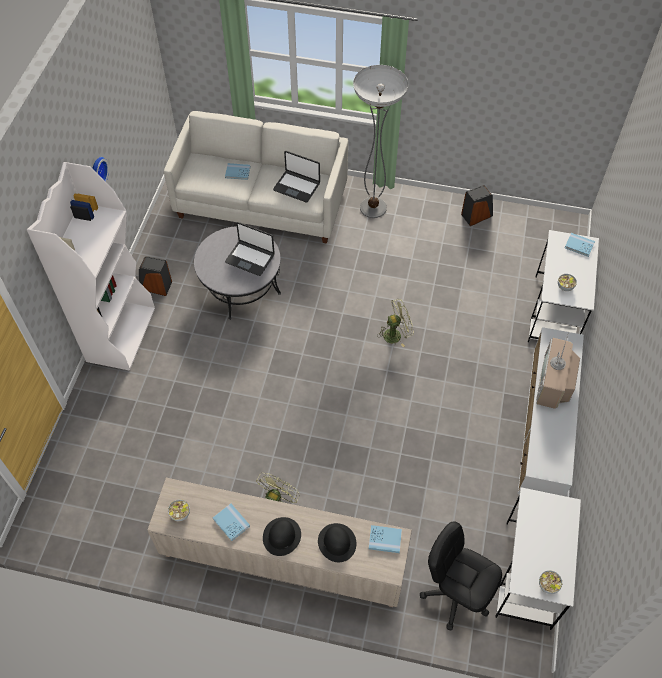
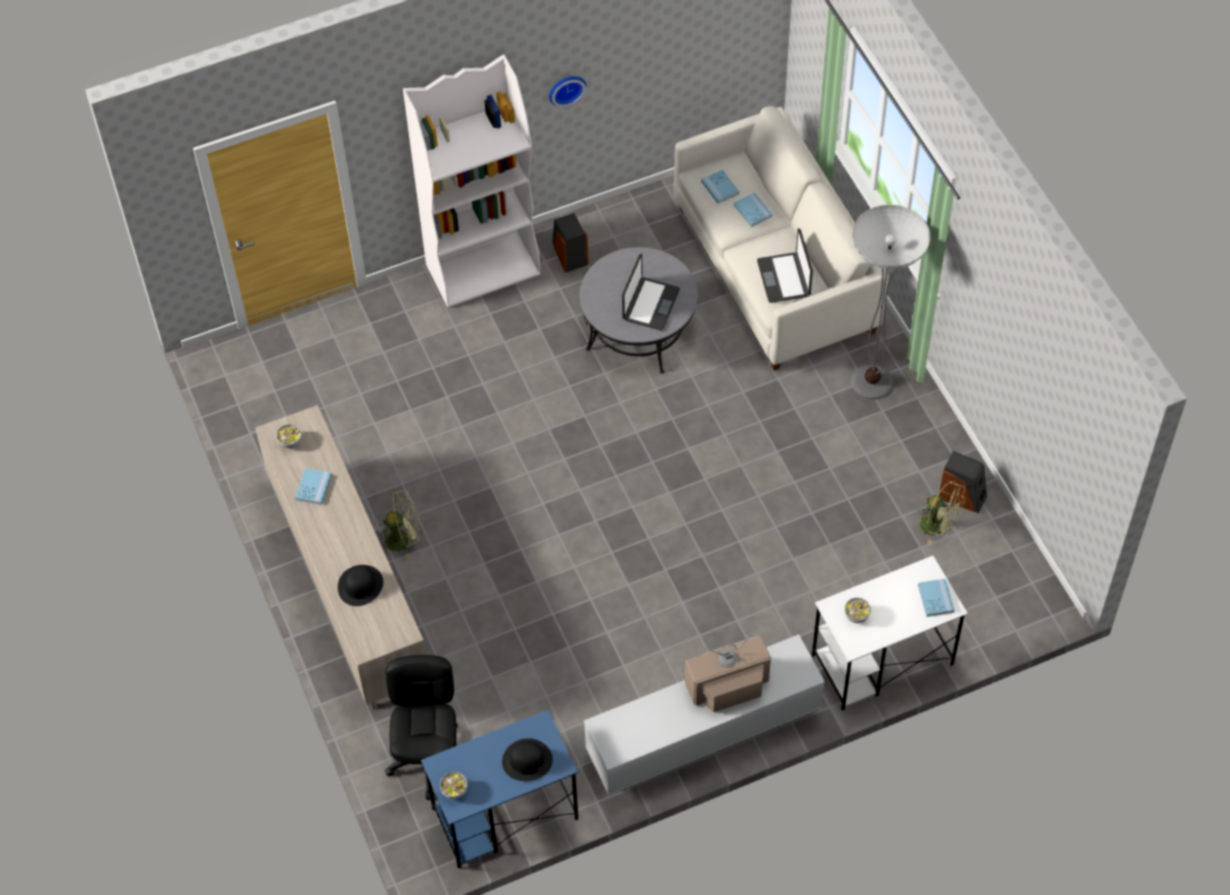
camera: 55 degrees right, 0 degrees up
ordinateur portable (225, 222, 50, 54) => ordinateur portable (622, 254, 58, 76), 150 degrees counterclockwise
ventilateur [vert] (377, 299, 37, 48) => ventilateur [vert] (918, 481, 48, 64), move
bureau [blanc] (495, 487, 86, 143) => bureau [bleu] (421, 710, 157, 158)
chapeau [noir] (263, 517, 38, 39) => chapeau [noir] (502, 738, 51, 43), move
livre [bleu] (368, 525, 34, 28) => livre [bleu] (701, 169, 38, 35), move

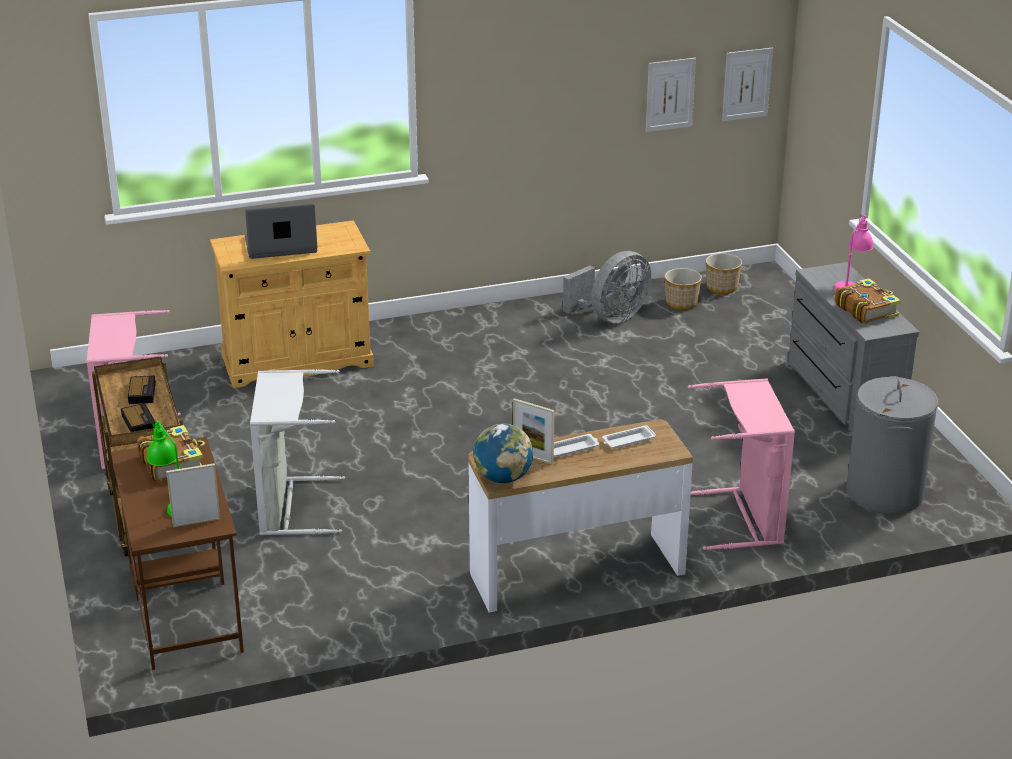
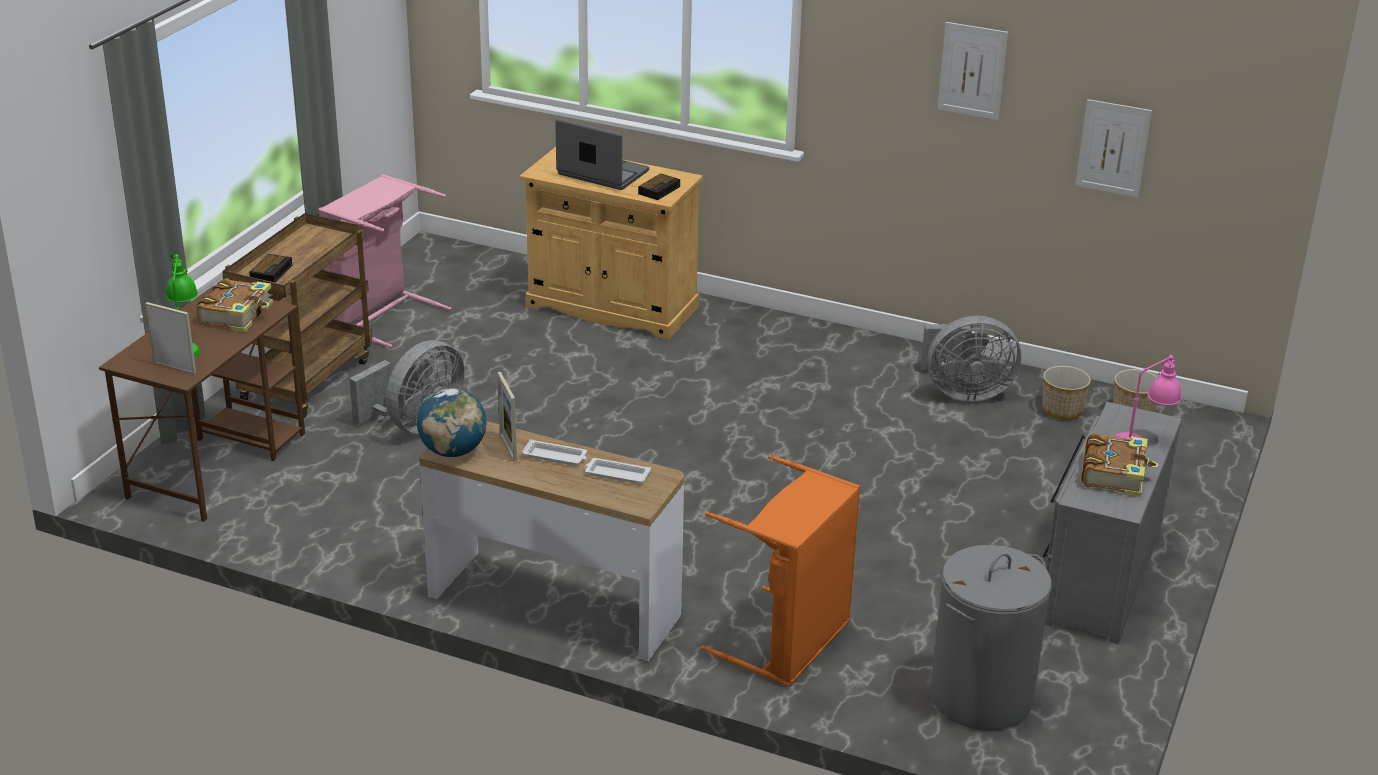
camera: 40 degrees right, 0 degrees up
tableau (722, 48, 51, 73) => tableau (938, 22, 70, 98), move
panier à linge [gris] (250, 369, 95, 166) => ventilateur [gris] (349, 340, 116, 94)
réveil (128, 375, 28, 29) => réveil (638, 173, 42, 27), move
panier à linge [rose] (688, 378, 107, 172) => panier à linge [orange] (701, 455, 160, 232)

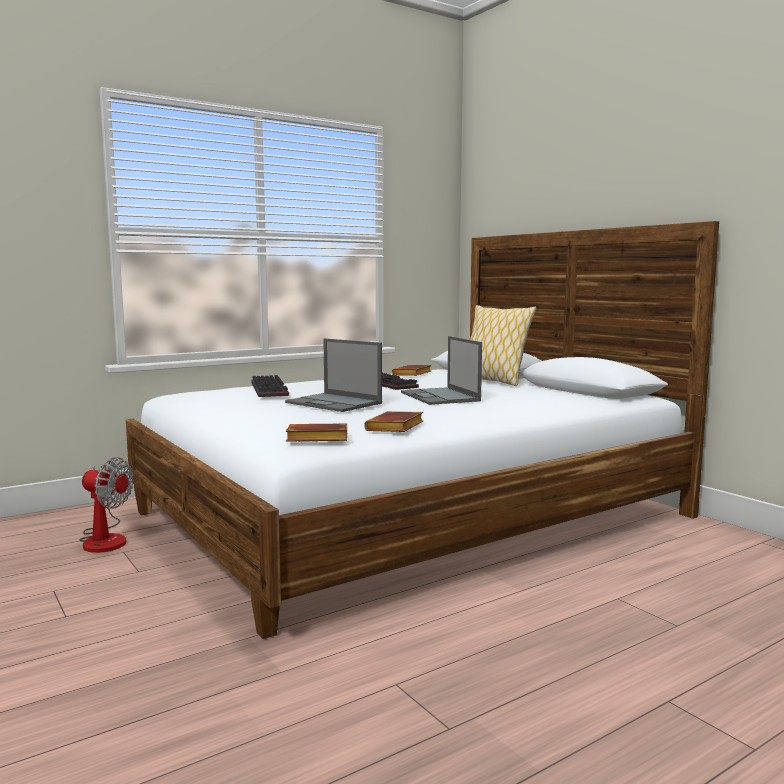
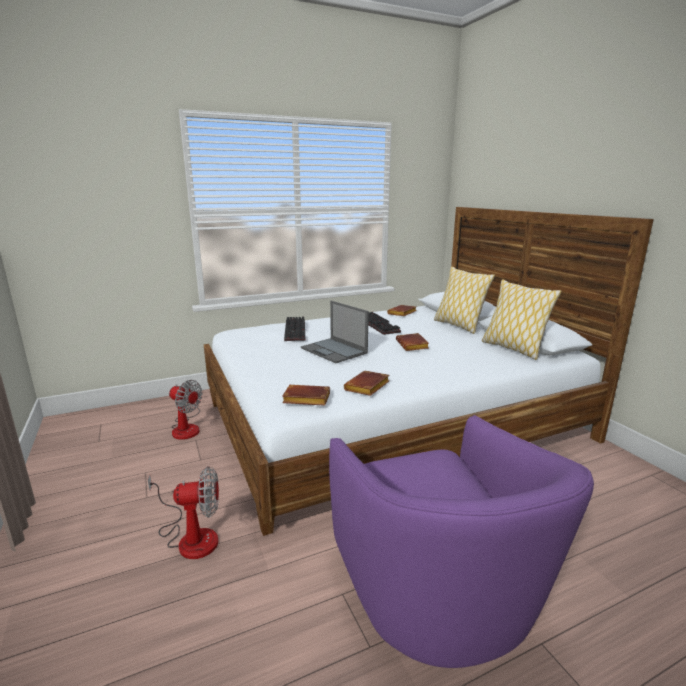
camera: 10 degrees right, 10 degrees up
ordinateur portable (401, 336, 81, 69) => livre [marron] (396, 333, 33, 18)
nothing => coussin (482, 279, 79, 81)
nothing => fauteuil [violet] (329, 415, 265, 253)
nothing => ventilateur (148, 466, 71, 93)

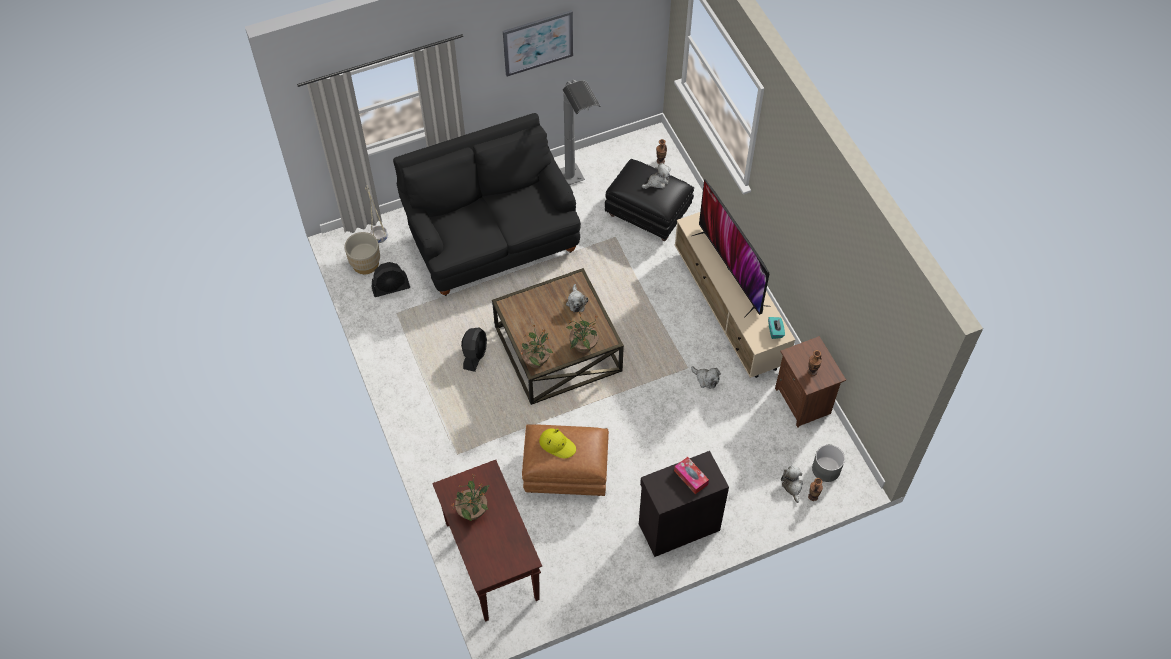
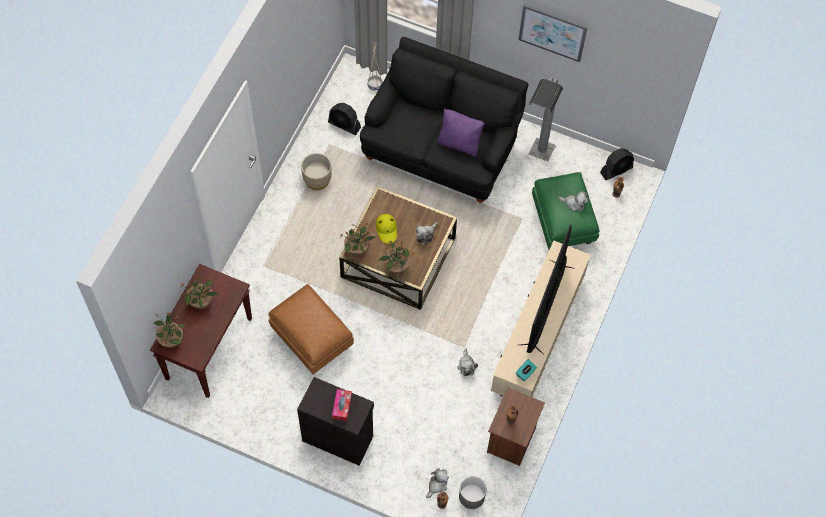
camera: 45 degrees right, 5 degrees up
pouf [noir] (605, 159, 89, 82) => pouf [vert] (532, 172, 67, 78)
cache-pot [beige] (345, 232, 35, 42) => cache-pot [beige] (301, 153, 31, 37), move
ventilateur [noir] (461, 327, 26, 45) => ventilateur [noir] (600, 148, 34, 32), move
chapeau [jaune] (539, 428, 37, 30) => chapeau [jaune] (376, 214, 21, 30), move
nothing => coussin [violet] (437, 109, 48, 48)
nothing => plante en pot (154, 312, 31, 36)

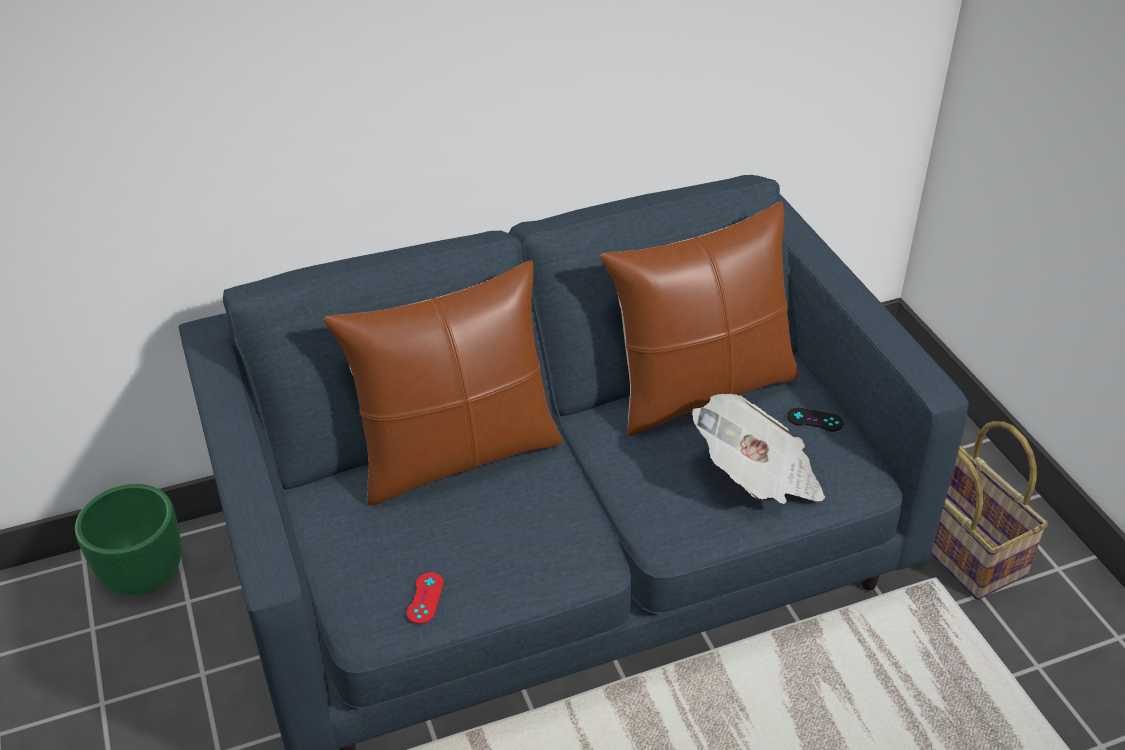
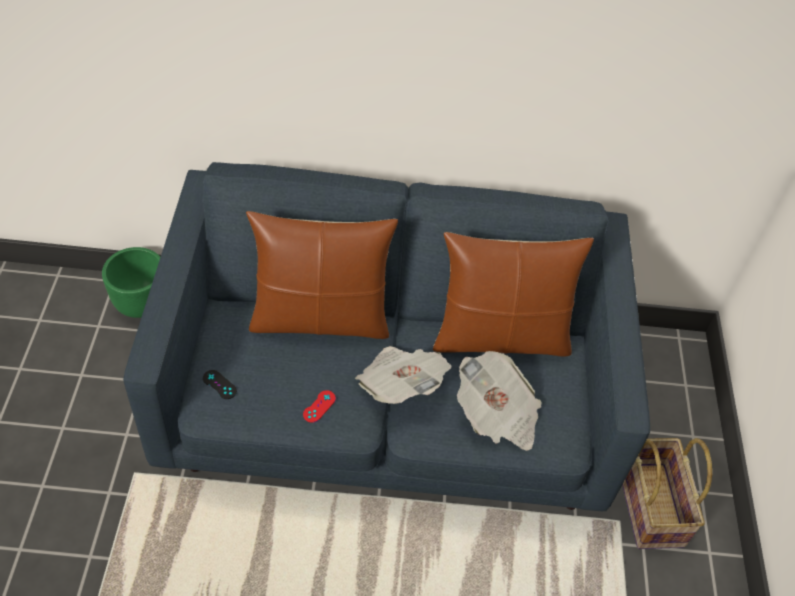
camera: 20 degrees right, 10 degrees up
manette [noir] (787, 408, 56, 23) => manette [noir] (203, 370, 34, 29), move
manette [rouge] (407, 572, 37, 52) => manette [rouge] (303, 390, 33, 33), move
nothing => journal (355, 346, 96, 58)

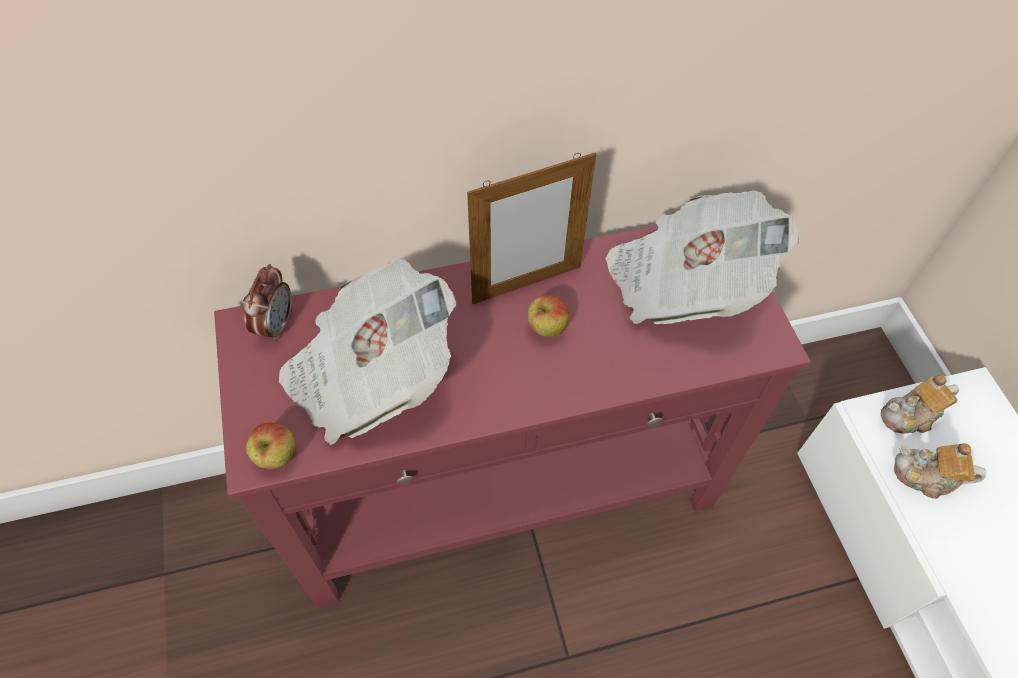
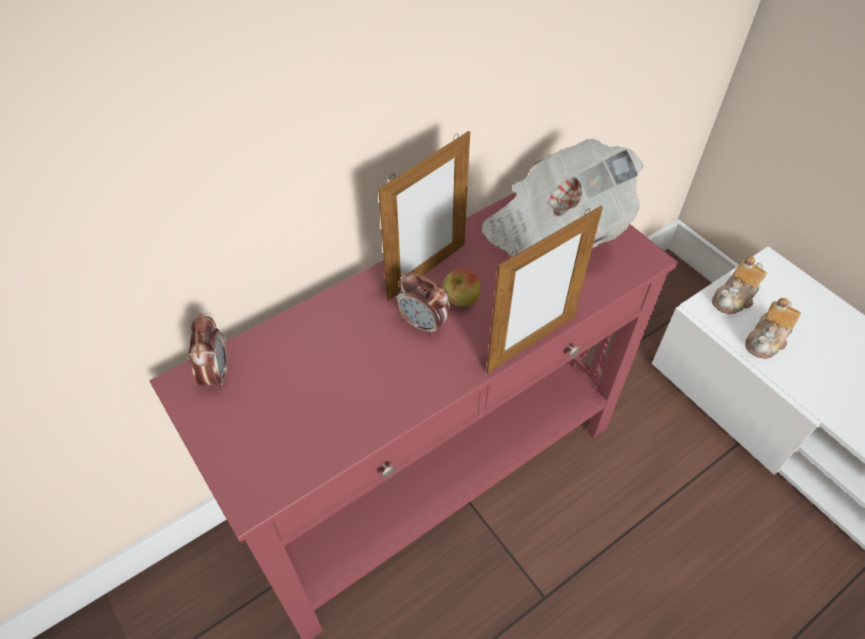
camera: 20 degrees left, 5 degrees down
journal (279, 259, 177, 186) => nothing
pomme (246, 422, 49, 47) => nothing
théière (894, 444, 92, 55) => théière (745, 298, 56, 61), 45 degrees counterclockwise
nothing => cadre photo (487, 206, 116, 167)
nothing => réveil (396, 272, 55, 64)

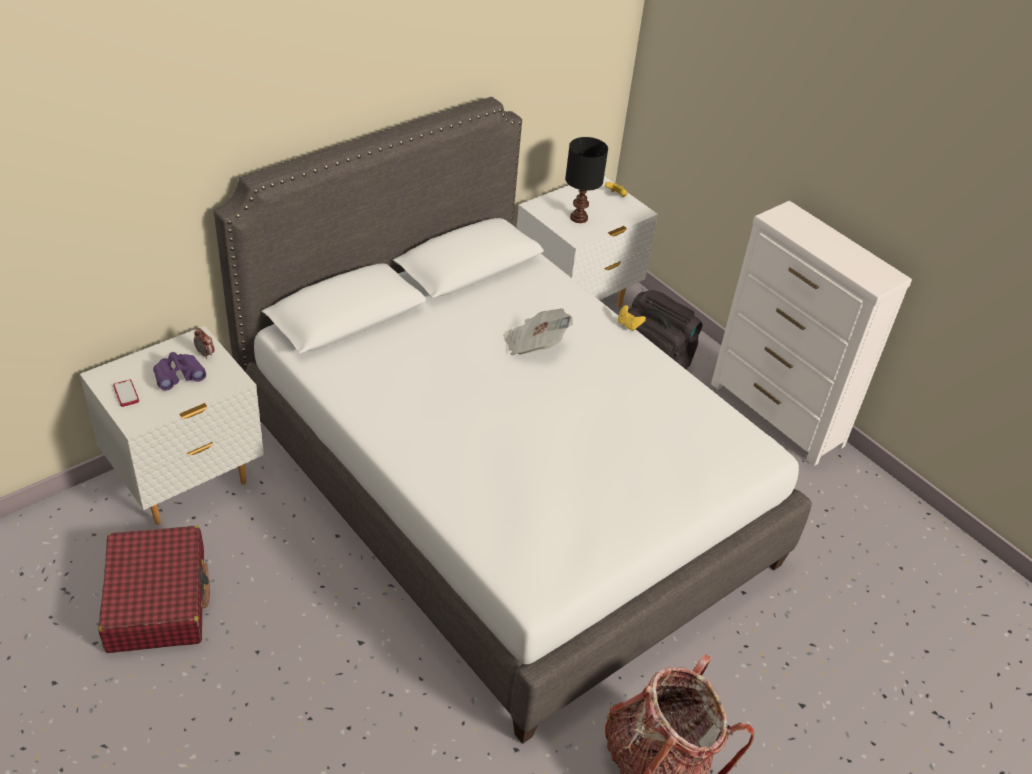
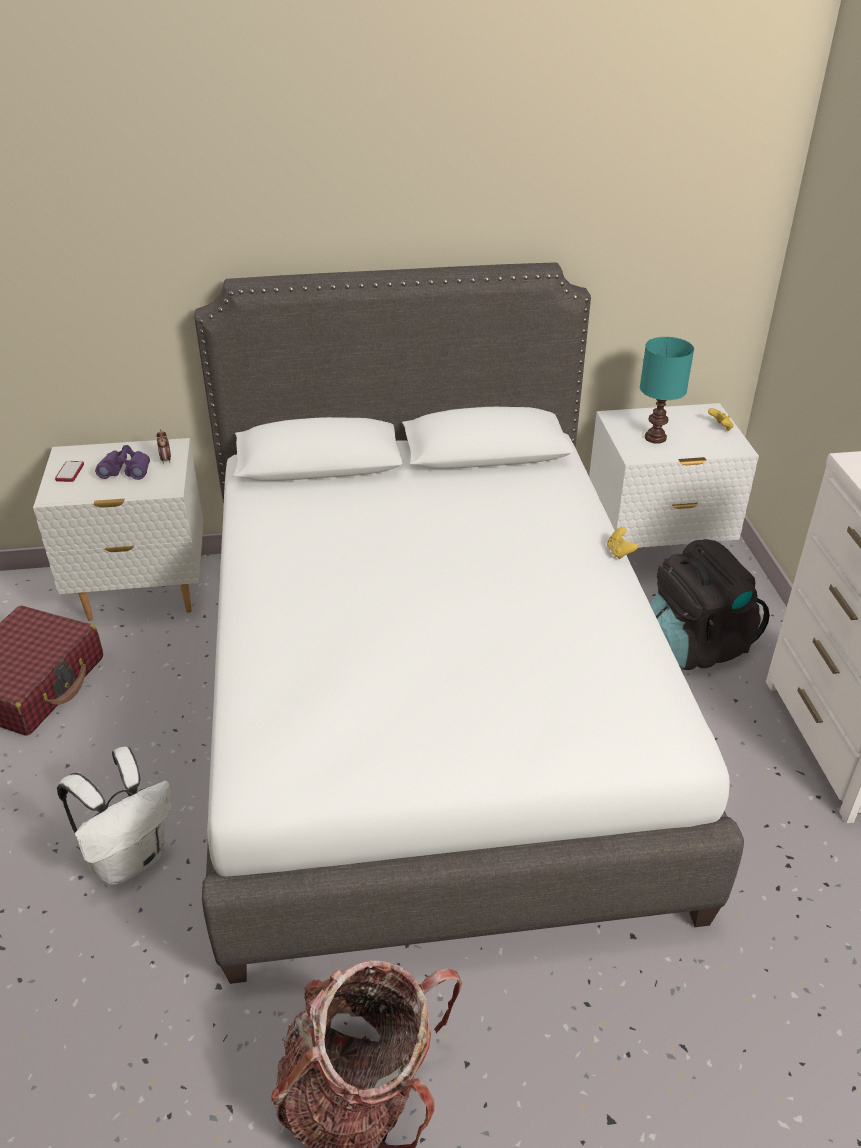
camera: 35 degrees right, 5 degrees down
lampe de table [noir] (565, 137, 43, 86) => lampe de table [turquoise] (640, 337, 54, 107)
journal (503, 308, 70, 48) => nothing
nothing => sac à dos [blanc] (57, 747, 115, 138)

